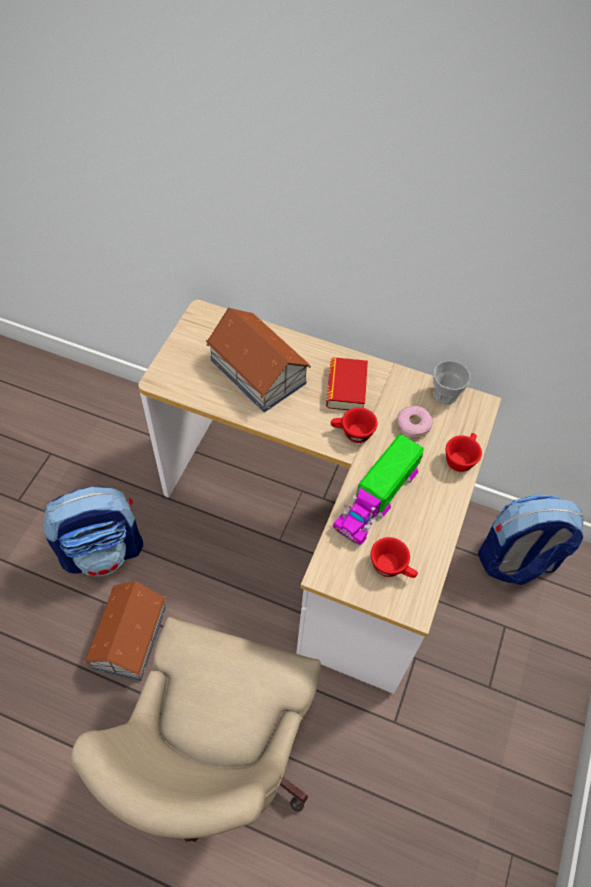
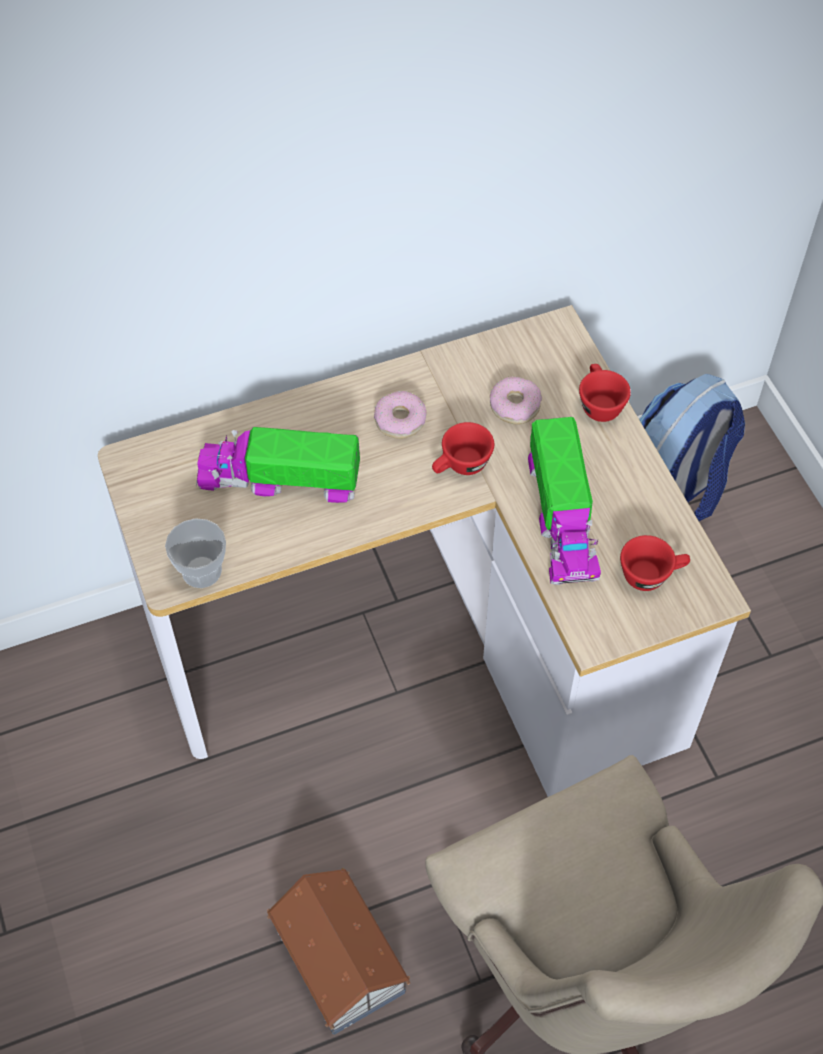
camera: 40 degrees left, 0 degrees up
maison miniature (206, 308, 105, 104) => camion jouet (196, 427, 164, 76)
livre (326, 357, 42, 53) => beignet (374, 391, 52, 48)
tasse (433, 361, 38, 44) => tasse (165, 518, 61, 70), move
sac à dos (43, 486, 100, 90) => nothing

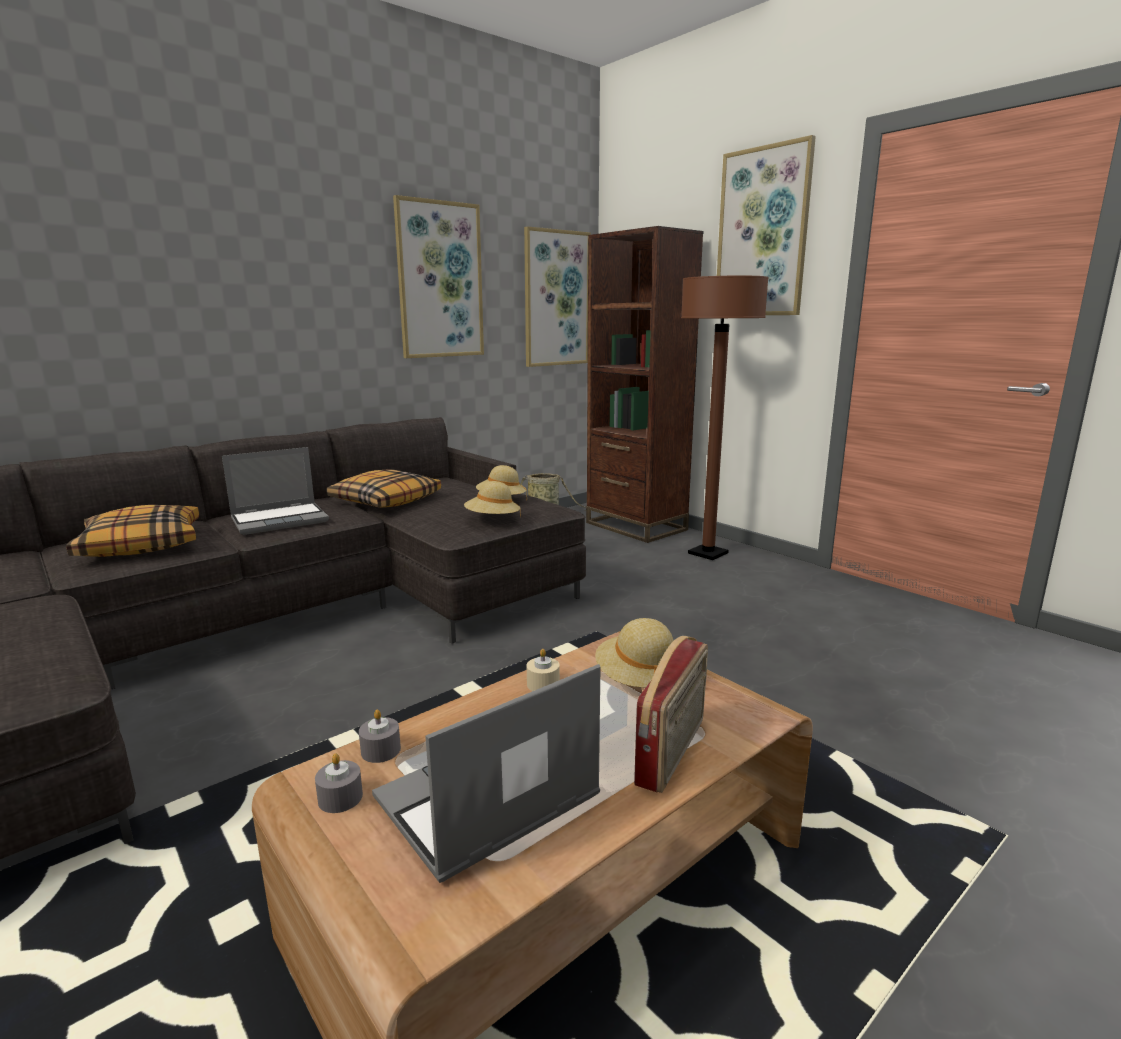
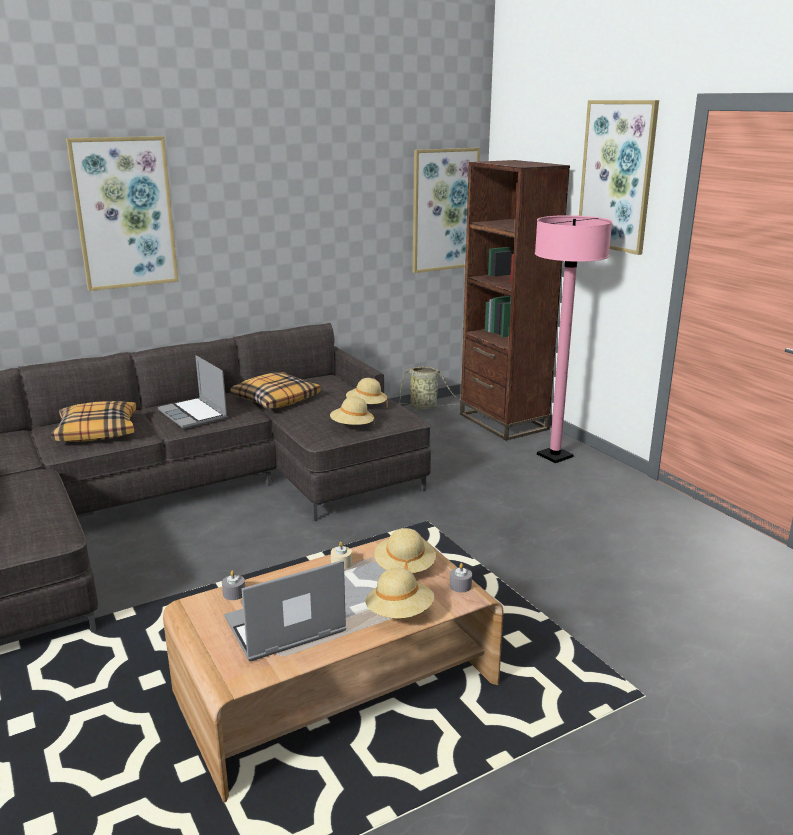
camera: 10 degrees right, 5 degrees up
tableau (393, 195, 91, 163) => tableau (66, 136, 113, 155), move
lampadaire [marron] (681, 276, 88, 284) => lampadaire [rose] (535, 215, 77, 248)
ordinateur portable (222, 447, 107, 88) => ordinateur portable (158, 355, 70, 74), 75 degrees clockwise
radio (634, 636, 74, 157) => chapeau [beige] (366, 568, 69, 51)
bougie [gris] (315, 753, 48, 60) => bougie [gris] (450, 563, 22, 29), move

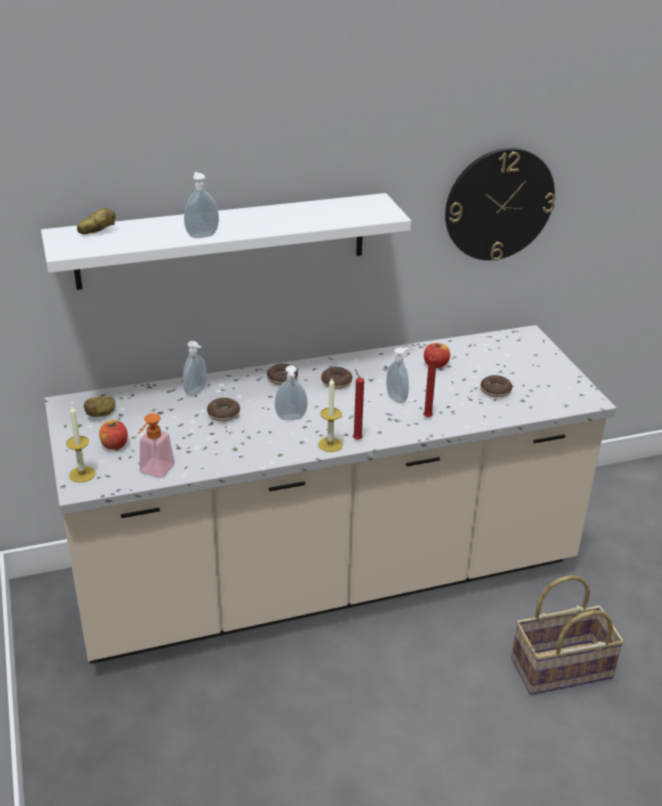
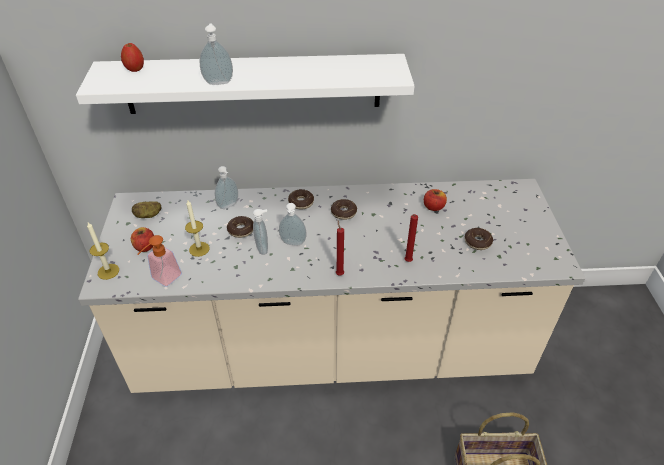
camera: 15 degrees right, 10 degrees up
horloge murale (445, 148, 111, 113) => nothing
pomme de terre (77, 208, 39, 26) => pomme (121, 43, 23, 29)
distributeur de savon (386, 347, 23, 57) => distributeur de savon (253, 209, 15, 46), move
bougie (318, 378, 25, 74) => bougie (185, 200, 25, 57), move

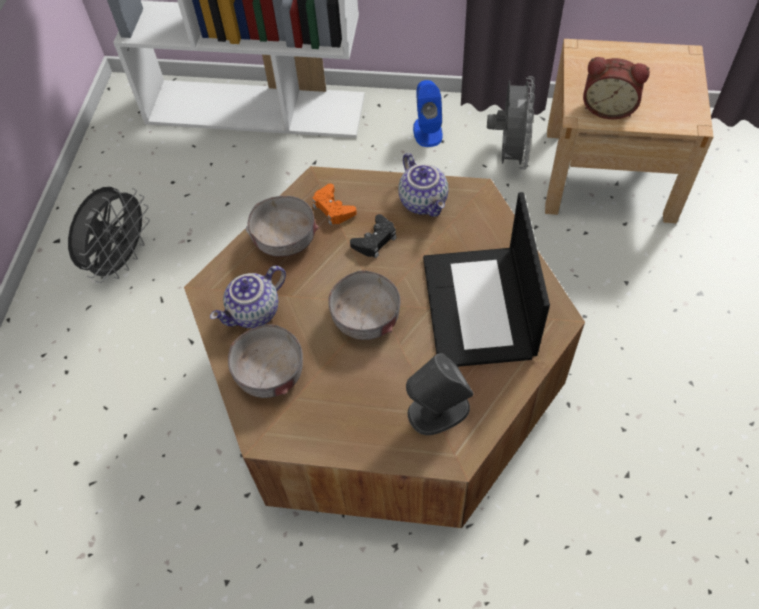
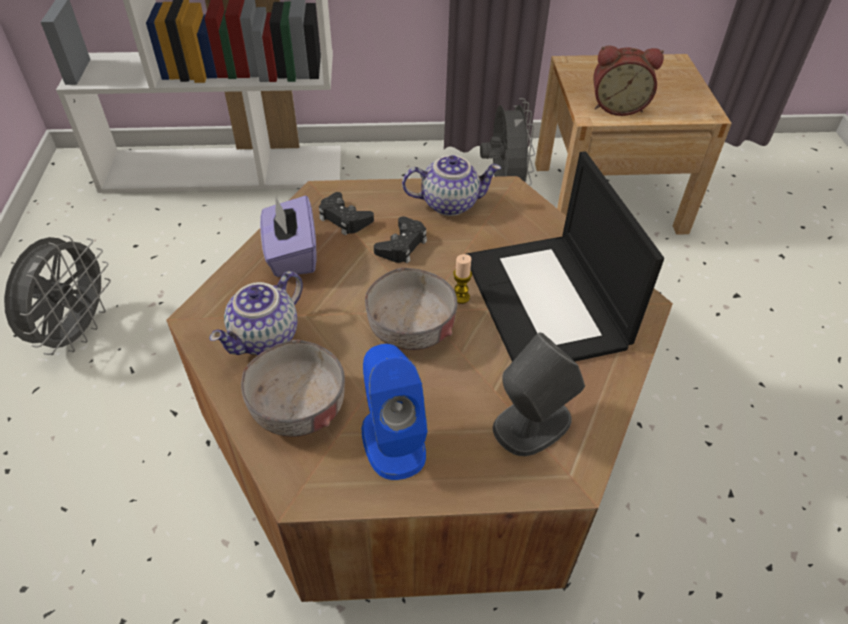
camera: 15 degrees left, 10 degrees down
enceinte [bleu] (413, 80, 29, 67) => enceinte [bleu] (362, 344, 66, 136), move
théière (398, 153, 51, 64) => théière (402, 155, 99, 61), 60 degrees counterclockwise
manette [orange] (312, 184, 45, 41) => manette [noir] (319, 192, 55, 44)
bol [gris] (246, 196, 73, 61) => boîte à mouchoirs [violet] (260, 196, 56, 81)
nothing => bougie (453, 254, 19, 50)

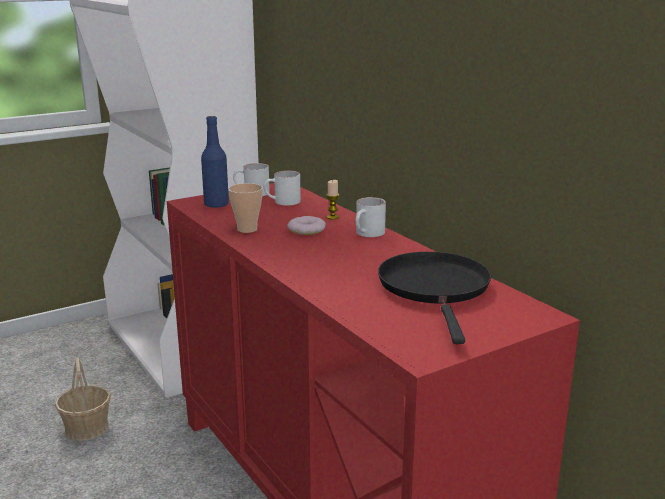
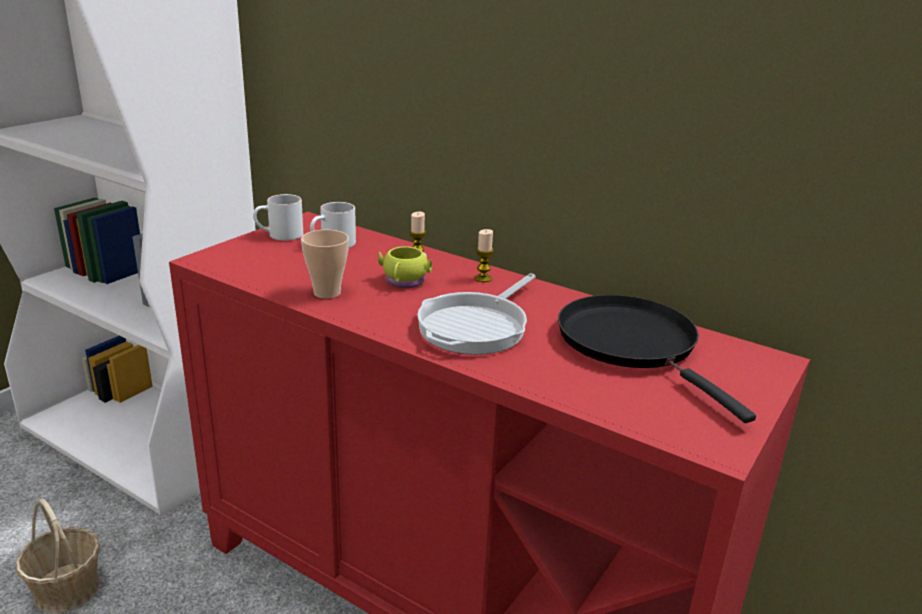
camera: 25 degrees left, 5 degrees up
bouteille [bleu] (201, 116, 28, 92) => nothing
mug [blanc] (355, 197, 31, 40) => bougie (475, 229, 19, 53)
beignet (287, 216, 39, 19) => mug [jaune] (378, 246, 54, 42)
nothing => poêle (417, 273, 119, 82)

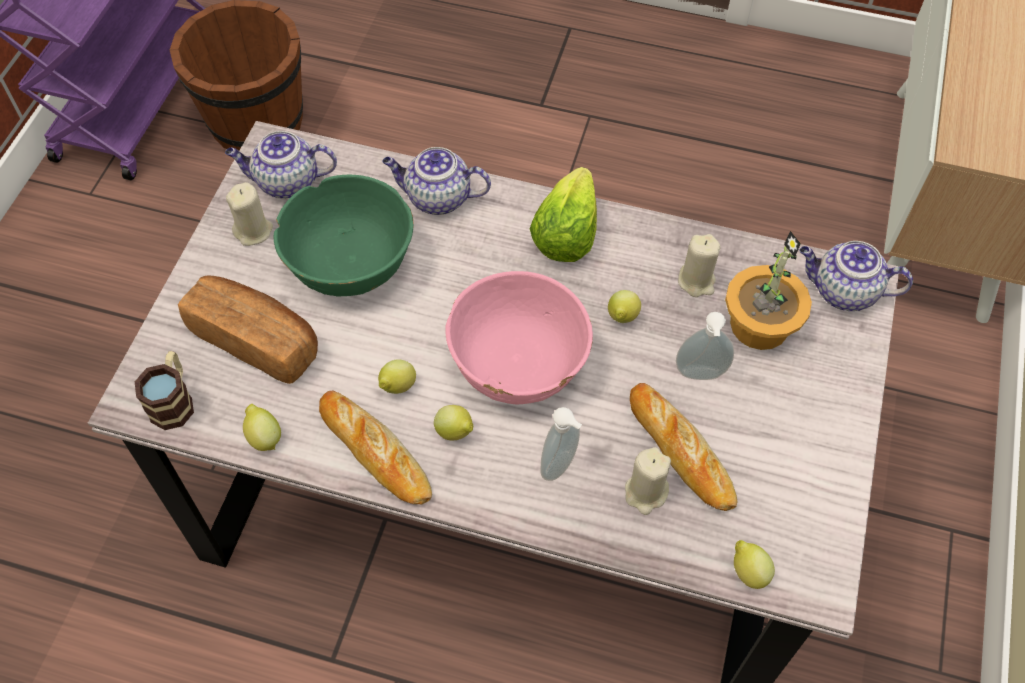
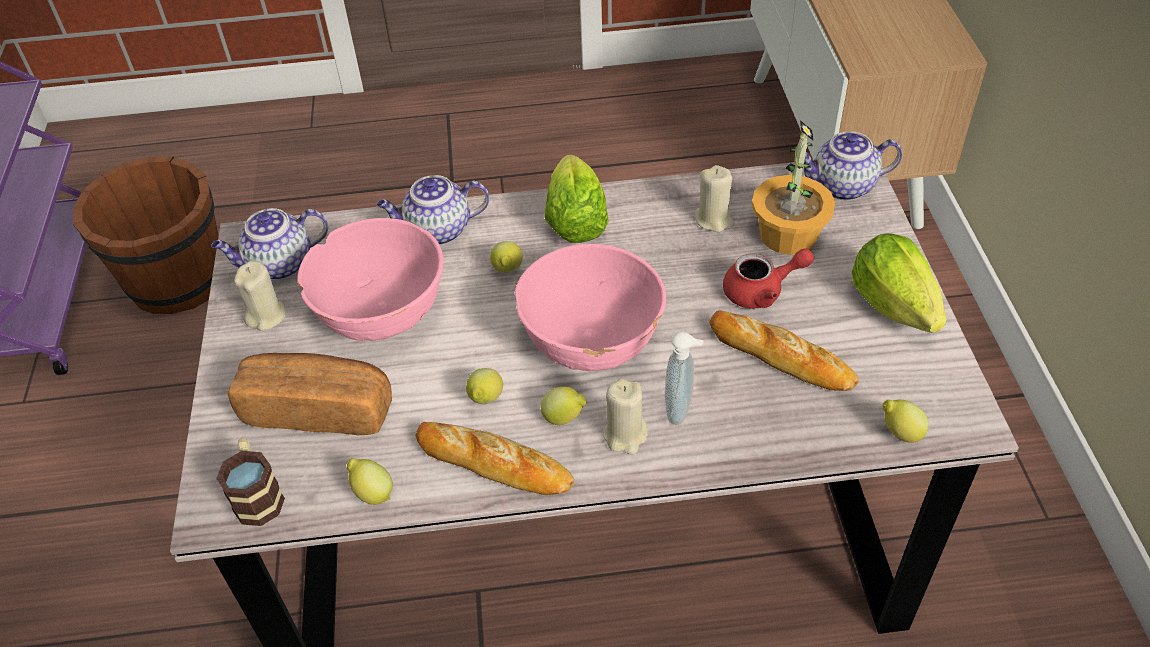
camera: 20 degrees left, 10 degrees down
bol [vert] (273, 175, 140, 122) => bol [rose] (297, 218, 146, 123)
citron (608, 290, 33, 33) => citron (490, 241, 33, 32), move
distributeur de savon (676, 312, 58, 68) => théière [rouge] (723, 248, 91, 61)
bougie [beige] (625, 447, 46, 68) => bougie [beige] (603, 378, 45, 77), move
nothing => laitue (852, 233, 95, 100)

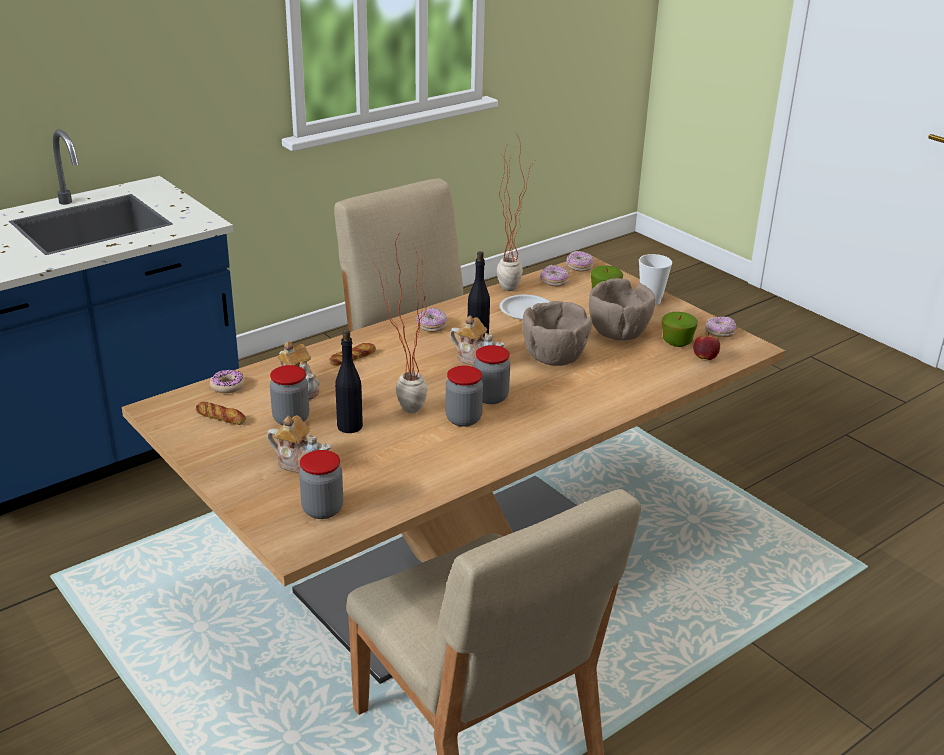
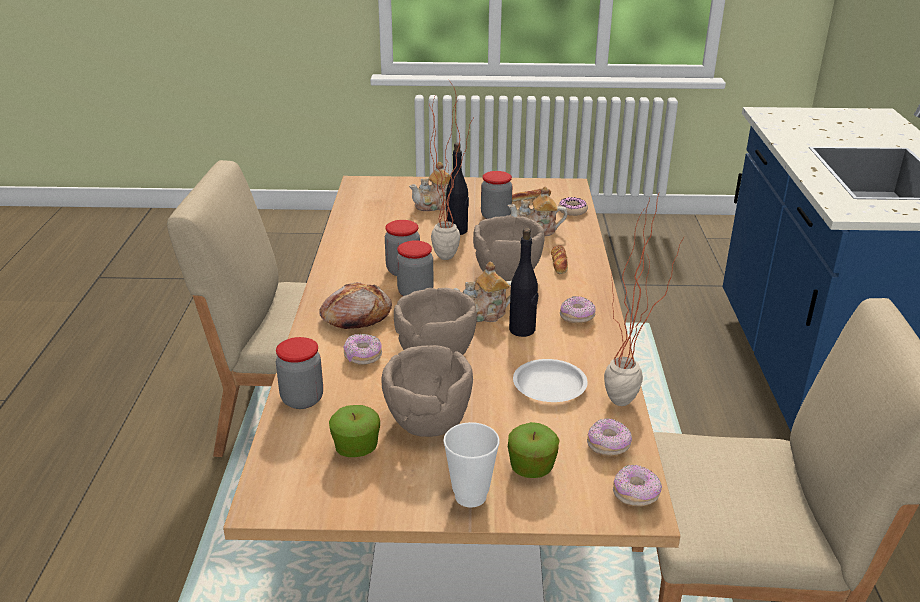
camera: 130 degrees right, 0 degrees up
beignet (705, 316, 32, 21) => beignet (343, 334, 39, 31), move
pomme (693, 333, 27, 27) => nothing
bocal (299, 450, 44, 69) => bocal (276, 337, 47, 72), move
nothing => bol [marron] (473, 215, 72, 66)
nothing => pain (319, 282, 73, 47)

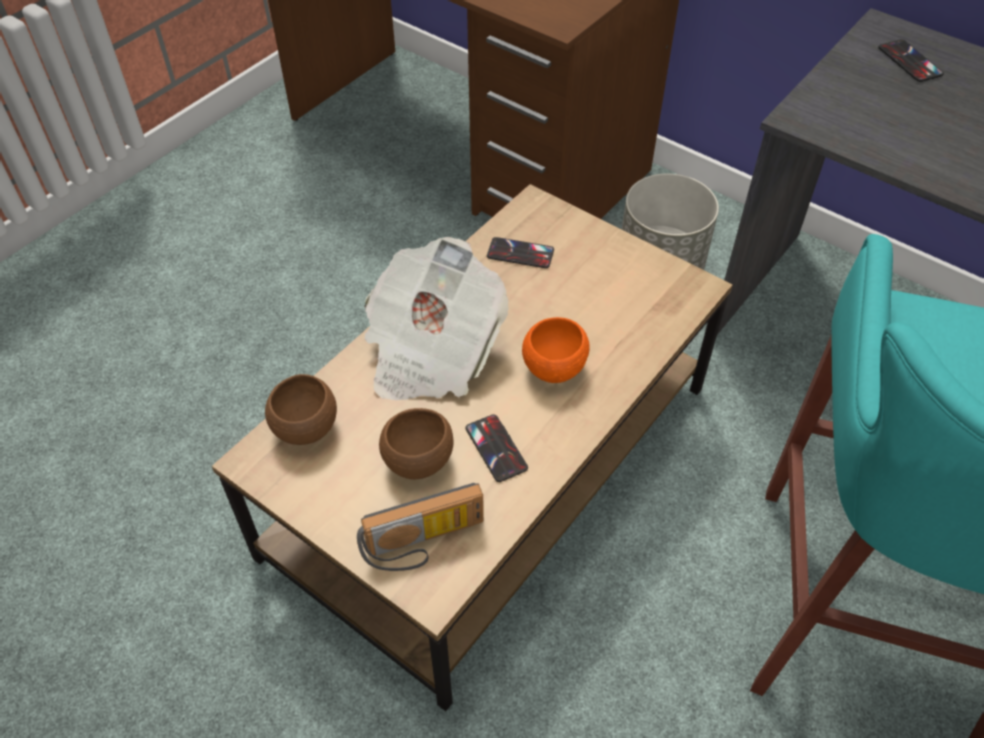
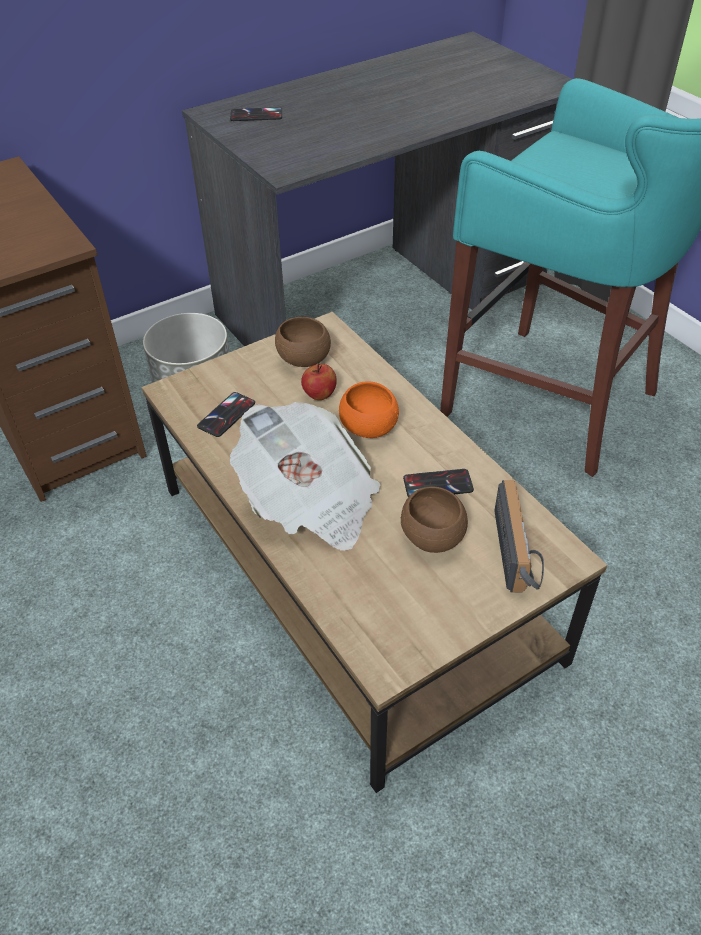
camera: 70 degrees left, 5 degrees down
bol [marron] (265, 374, 72, 71) => bol [marron] (275, 317, 56, 50), move
nothing => pomme (301, 363, 36, 37)

